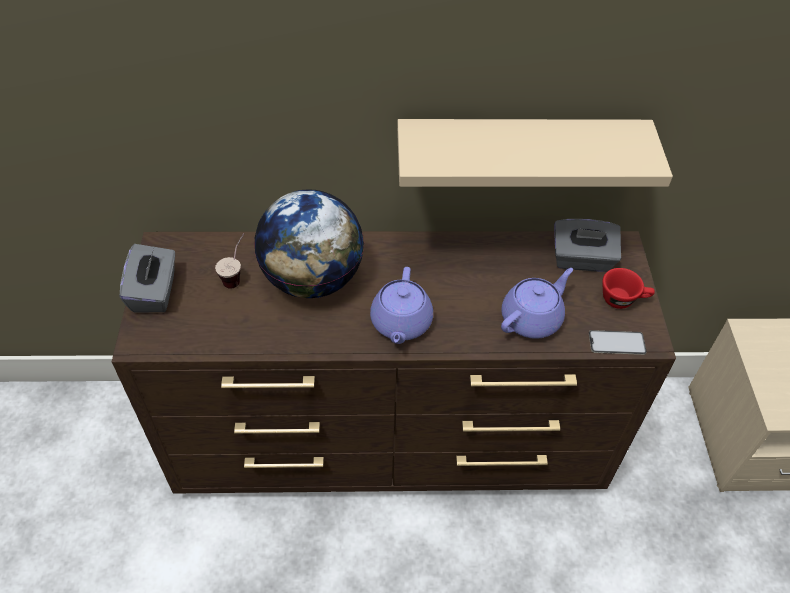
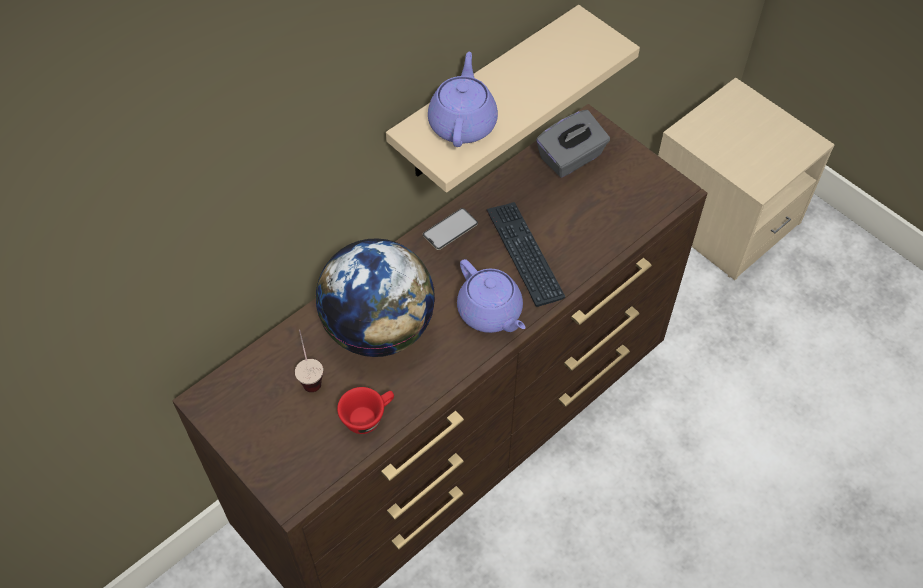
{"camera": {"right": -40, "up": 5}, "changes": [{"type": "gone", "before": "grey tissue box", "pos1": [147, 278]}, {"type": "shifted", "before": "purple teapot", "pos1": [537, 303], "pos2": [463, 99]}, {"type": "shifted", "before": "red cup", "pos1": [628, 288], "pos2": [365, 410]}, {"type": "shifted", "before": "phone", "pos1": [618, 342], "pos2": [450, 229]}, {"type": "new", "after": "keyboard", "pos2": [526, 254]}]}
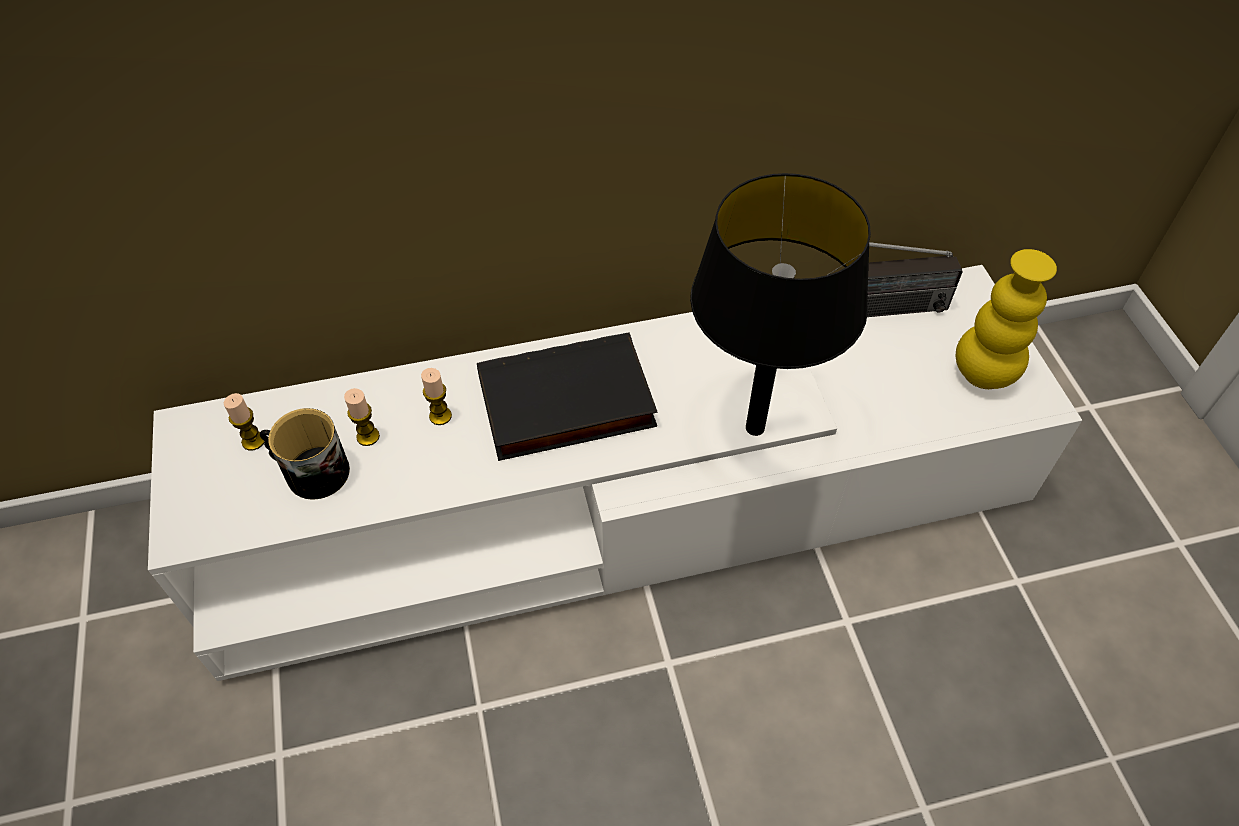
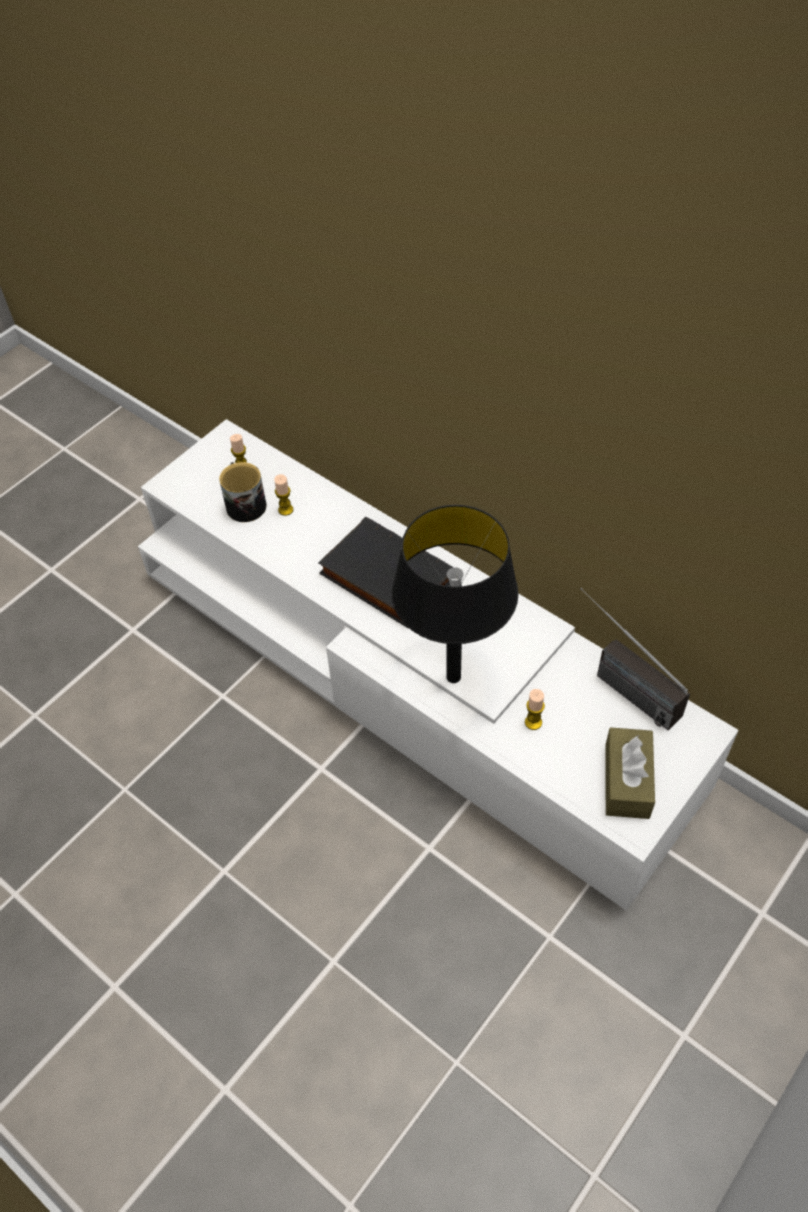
{"camera": {"right": 55, "up": 0}, "changes": [{"type": "swapped", "before": "yellow vase", "after": "brown tissue box", "pos1": [1006, 319], "pos2": [630, 773]}, {"type": "shifted", "before": "candle", "pos1": [436, 396], "pos2": [535, 709]}]}
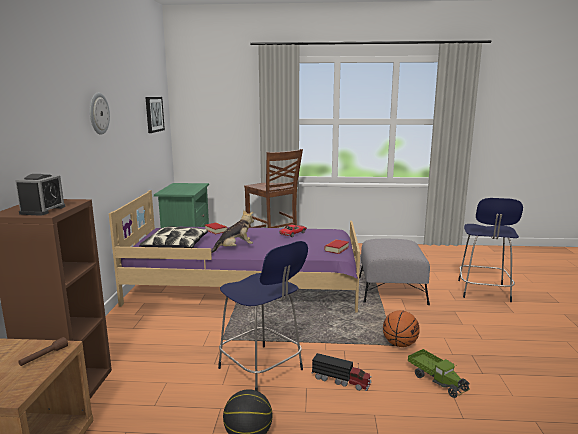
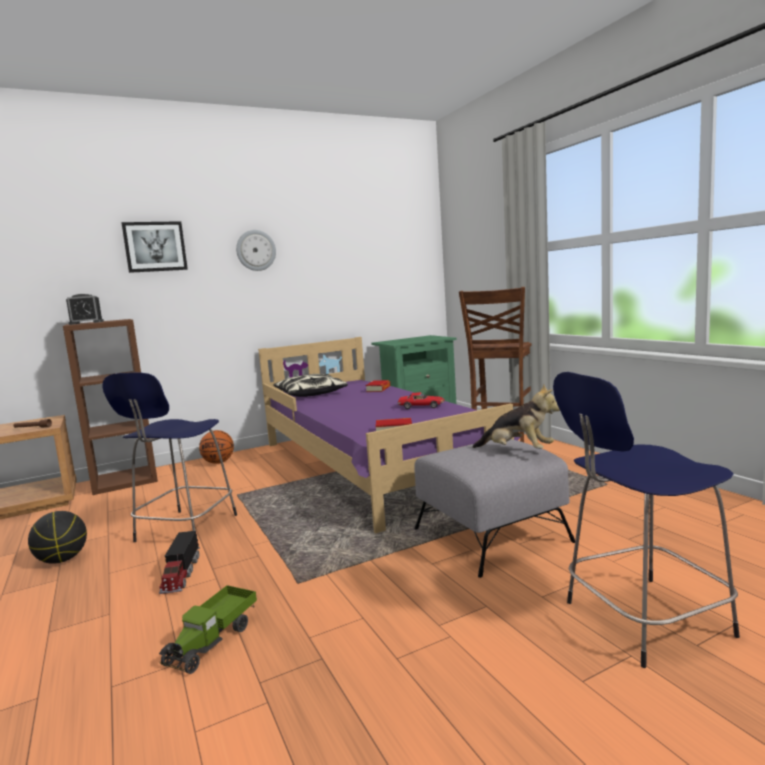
{"camera": {"right": 60, "up": -5}, "changes": [{"type": "shifted", "before": "picture", "pos1": [155, 115], "pos2": [155, 247]}, {"type": "shifted", "before": "plush toy", "pos1": [232, 231], "pos2": [516, 416]}, {"type": "shifted", "before": "basketball", "pos1": [401, 328], "pos2": [216, 447]}]}
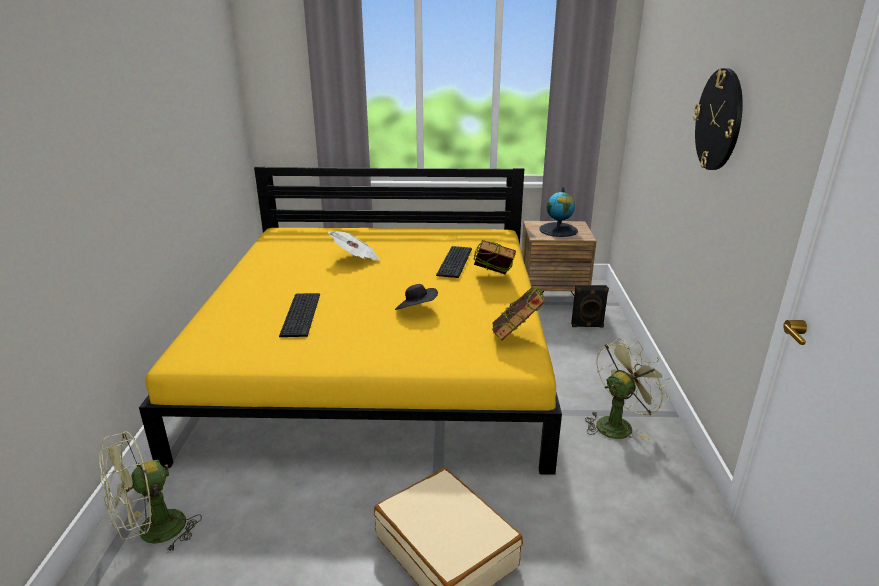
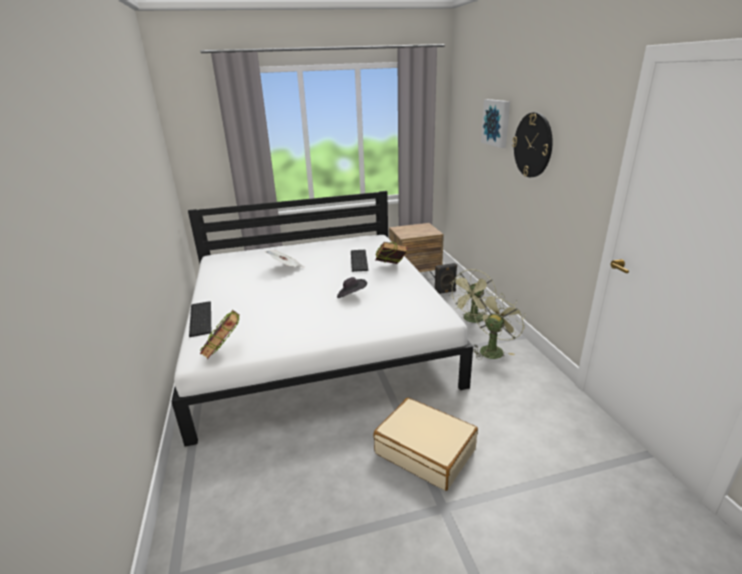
{"camera": {"right": -15, "up": 0}, "changes": [{"type": "repainted", "before": "yellow bed", "after": "white bed", "pos1": [350, 320], "pos2": [322, 319]}, {"type": "gone", "before": "globe", "pos1": [558, 212]}, {"type": "shifted", "before": "book", "pos1": [518, 314], "pos2": [220, 334]}, {"type": "shifted", "before": "keyboard", "pos1": [299, 315], "pos2": [200, 319]}, {"type": "shifted", "before": "green fan", "pos1": [150, 492], "pos2": [472, 296]}, {"type": "new", "after": "picture", "pos2": [495, 123]}]}
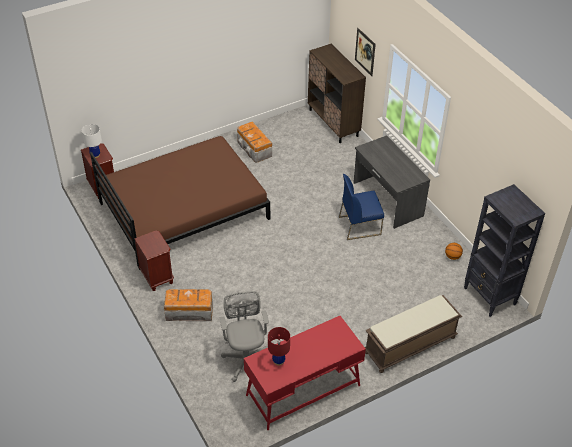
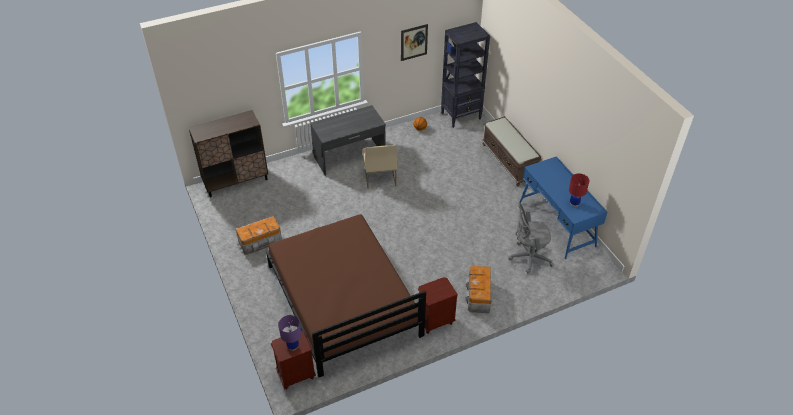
{"camera": {"right": -85, "up": 0}, "changes": [{"type": "shifted", "before": "picture", "pos1": [365, 52], "pos2": [414, 42]}, {"type": "repainted", "before": "white table lamp", "after": "purple table lamp", "pos1": [92, 141], "pos2": [289, 333]}, {"type": "repainted", "before": "blue chair", "after": "beige chair", "pos1": [361, 207], "pos2": [380, 166]}, {"type": "repainted", "before": "red desk", "after": "blue desk", "pos1": [305, 373], "pos2": [563, 208]}]}
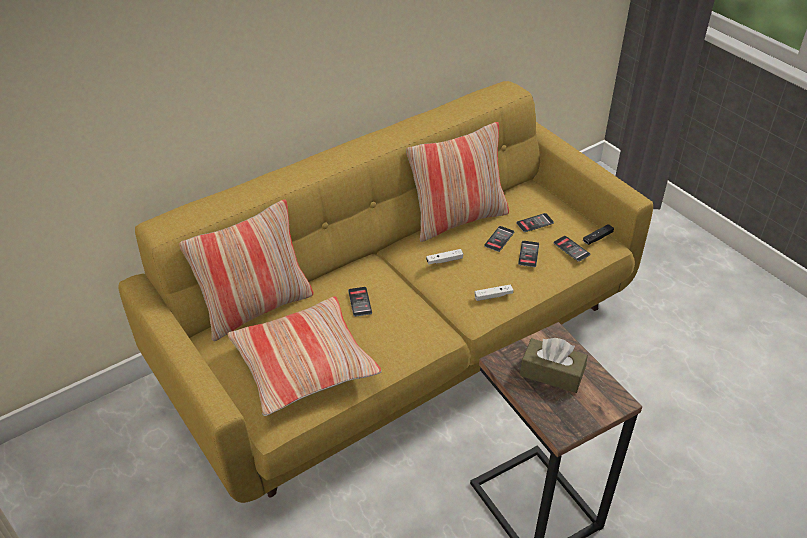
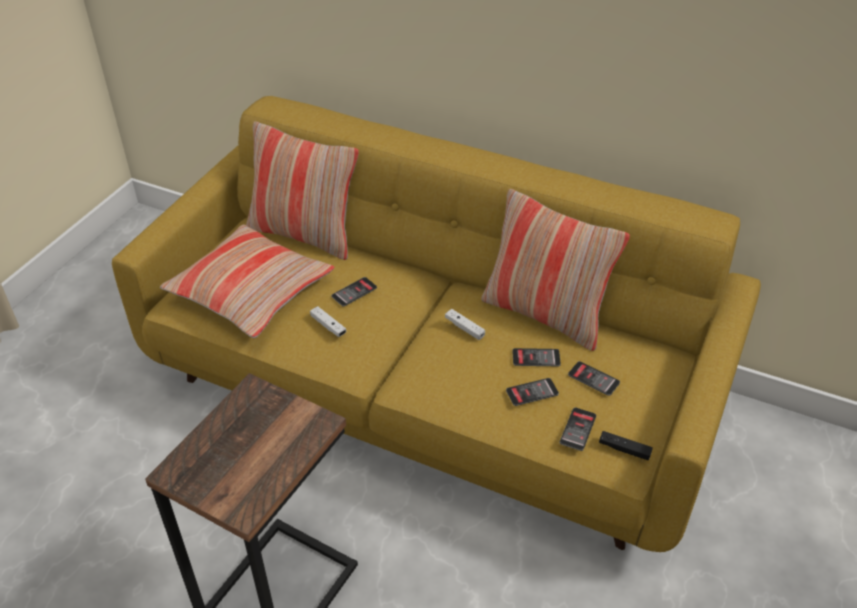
{"camera": {"right": 60, "up": 0}, "changes": [{"type": "shifted", "before": "white game controller", "pos1": [494, 292], "pos2": [328, 321]}, {"type": "gone", "before": "brown tissue box", "pos1": [554, 365]}]}
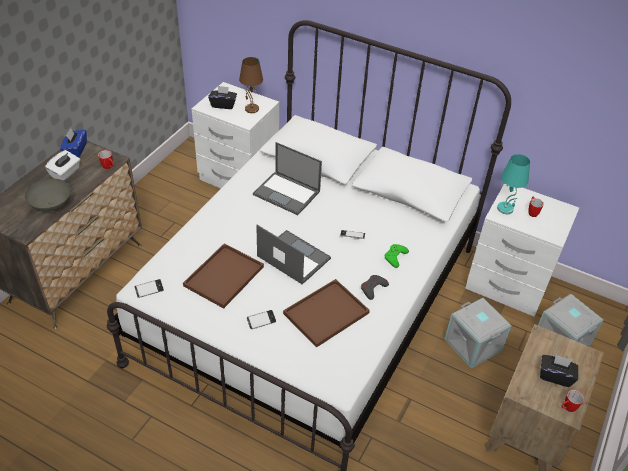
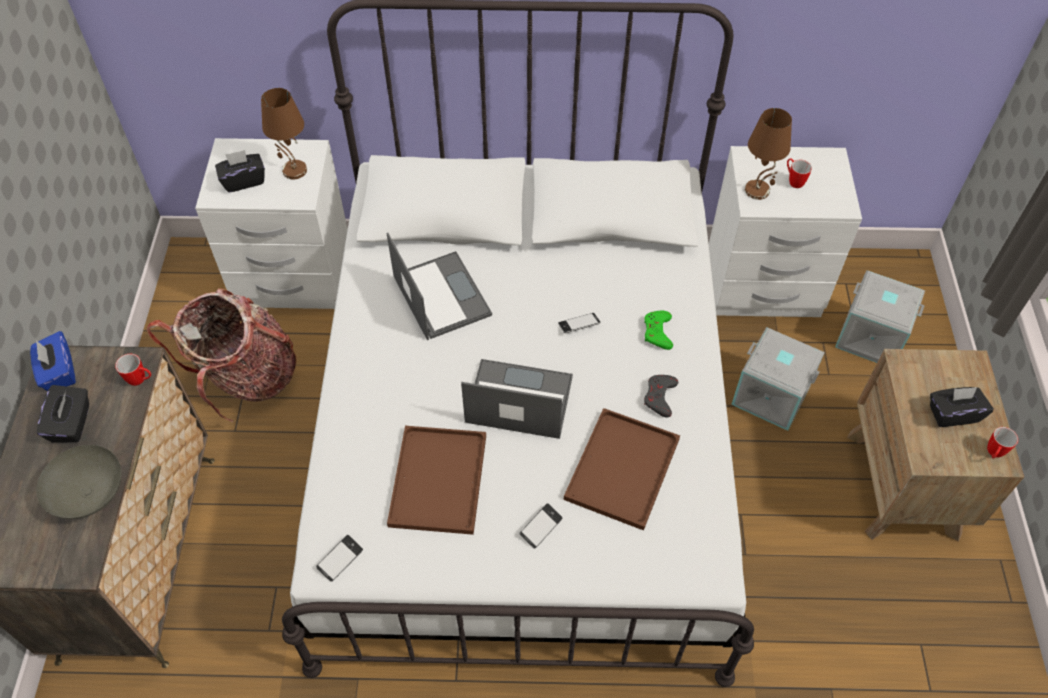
{"camera": {"right": -25, "up": 10}, "changes": [{"type": "rotated", "before": "laptop", "pos1": [287, 178], "pos2": [439, 286], "turn": -120}, {"type": "repainted", "before": "white tissue box", "after": "black tissue box", "pos1": [62, 165], "pos2": [63, 414]}, {"type": "repainted", "before": "turquoise table lamp", "after": "brown table lamp", "pos1": [513, 184], "pos2": [768, 154]}, {"type": "new", "after": "backpack", "pos2": [221, 355]}]}
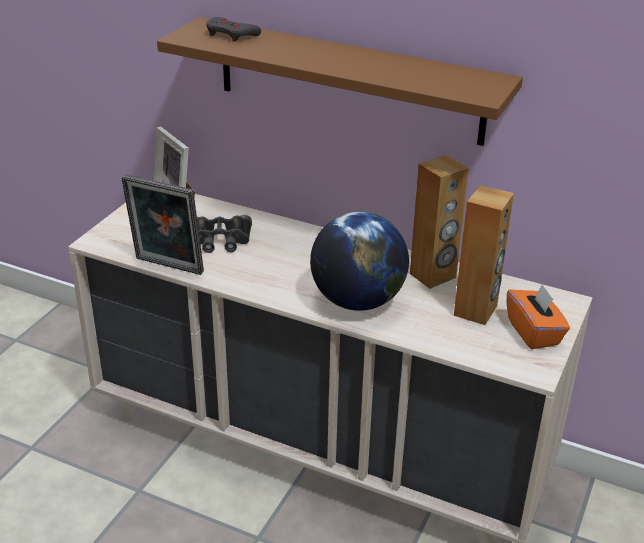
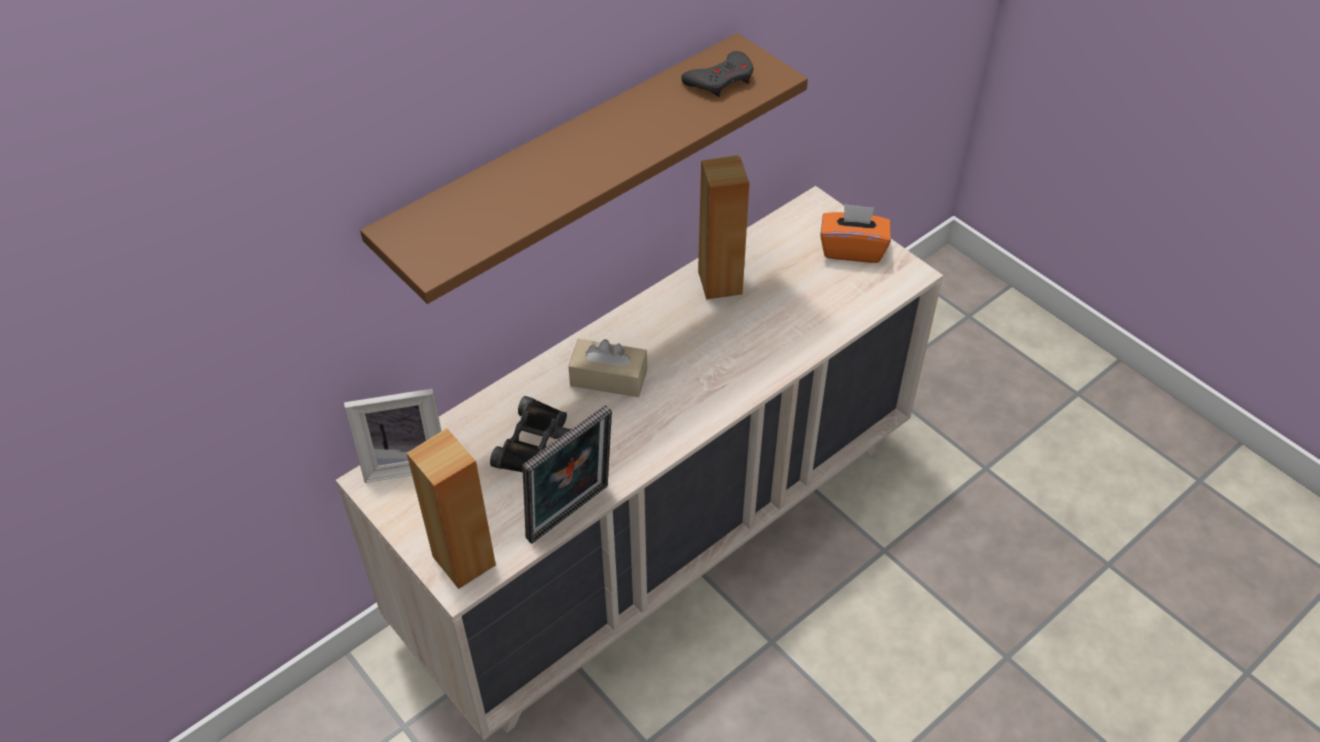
{"camera": {"right": -65, "up": 15}, "changes": [{"type": "shifted", "before": "grey game controller", "pos1": [233, 29], "pos2": [717, 74]}, {"type": "shifted", "before": "brown speaker", "pos1": [484, 255], "pos2": [451, 508]}, {"type": "gone", "before": "globe", "pos1": [359, 261]}, {"type": "new", "after": "beige tissue box", "pos2": [607, 368]}]}
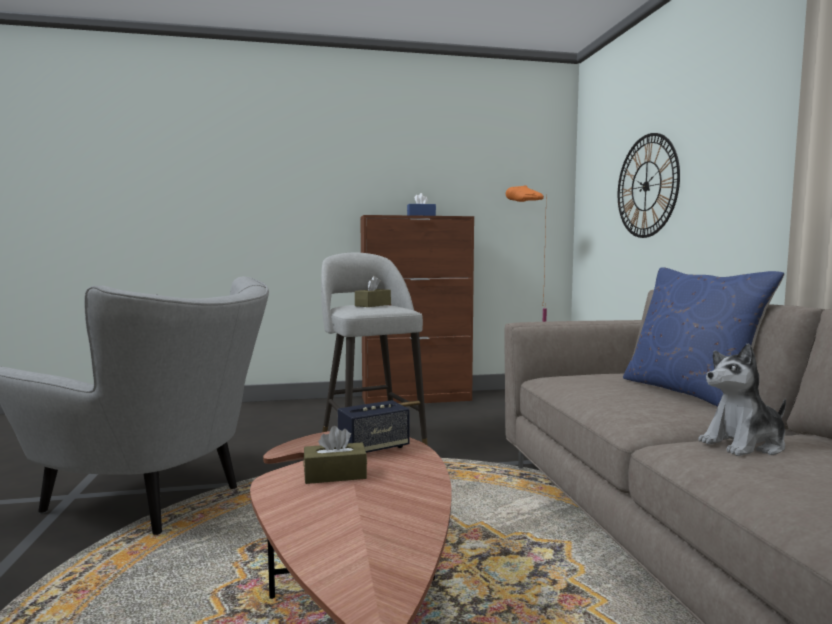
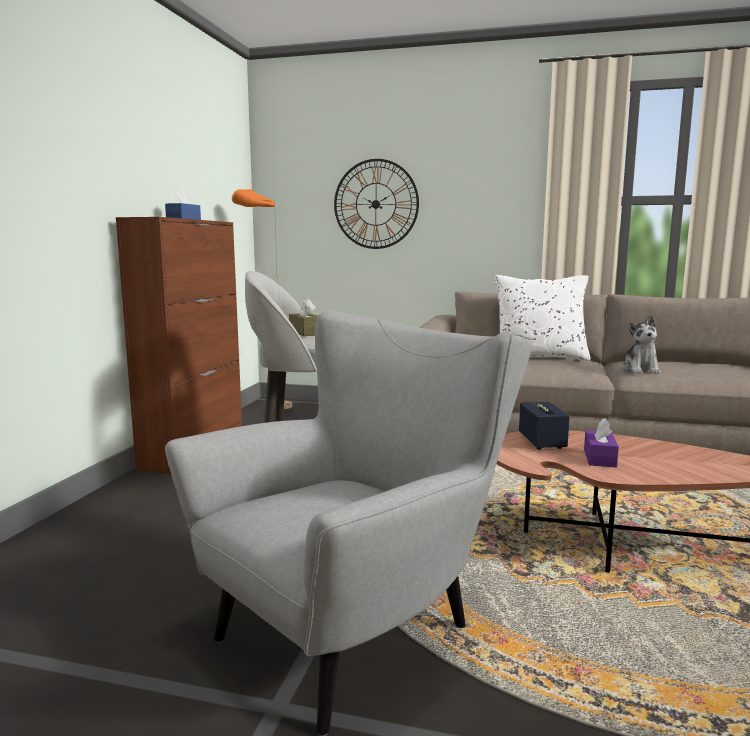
{"camera": {"right": -65, "up": 5}, "changes": [{"type": "repainted", "before": "blue pillow", "after": "white pillow", "pos1": [704, 337], "pos2": [543, 317]}, {"type": "repainted", "before": "brown tissue box", "after": "purple tissue box", "pos1": [335, 455], "pos2": [601, 442]}]}
